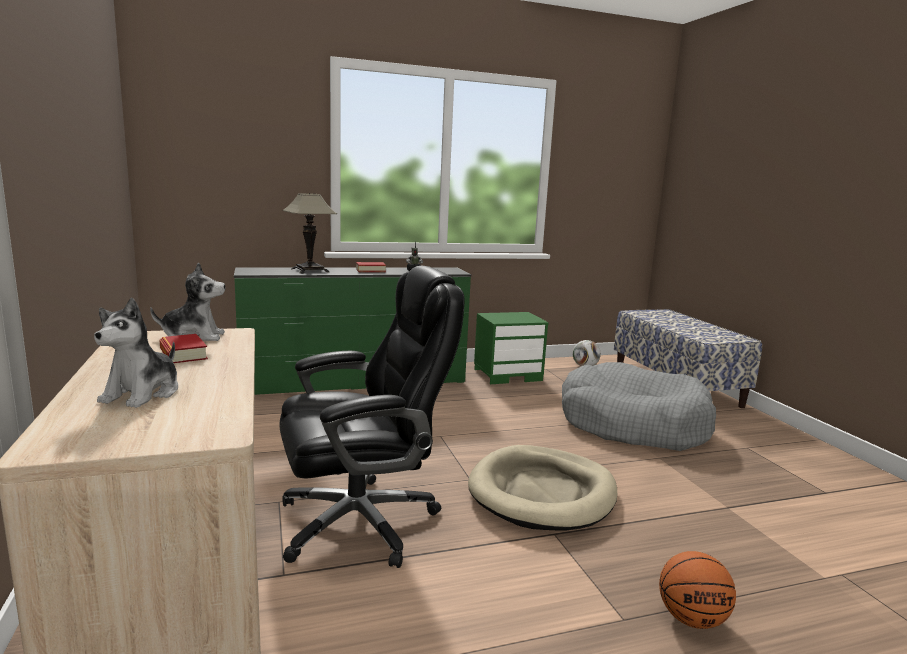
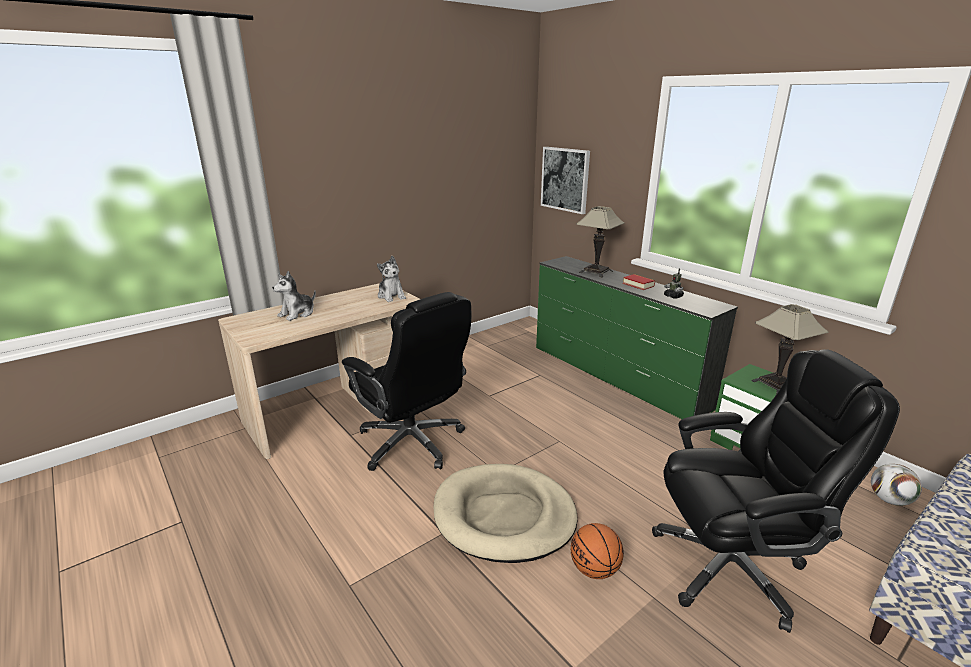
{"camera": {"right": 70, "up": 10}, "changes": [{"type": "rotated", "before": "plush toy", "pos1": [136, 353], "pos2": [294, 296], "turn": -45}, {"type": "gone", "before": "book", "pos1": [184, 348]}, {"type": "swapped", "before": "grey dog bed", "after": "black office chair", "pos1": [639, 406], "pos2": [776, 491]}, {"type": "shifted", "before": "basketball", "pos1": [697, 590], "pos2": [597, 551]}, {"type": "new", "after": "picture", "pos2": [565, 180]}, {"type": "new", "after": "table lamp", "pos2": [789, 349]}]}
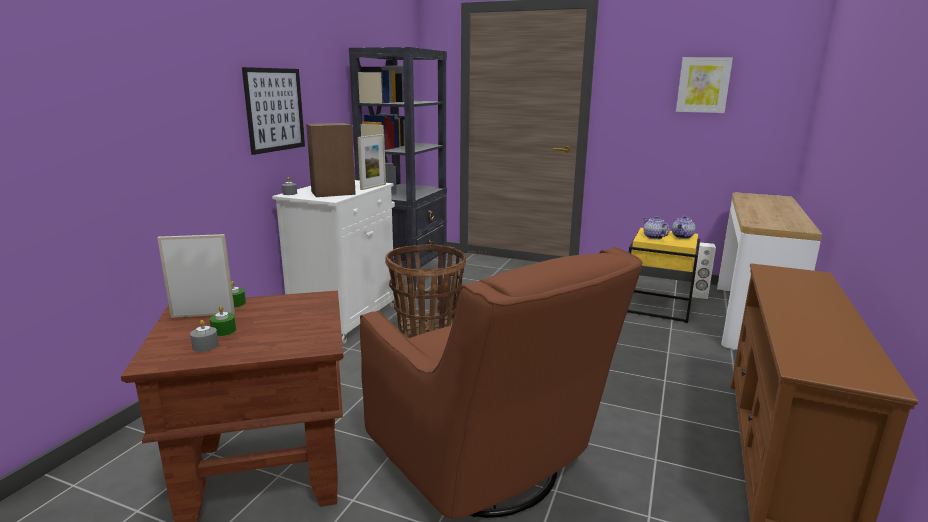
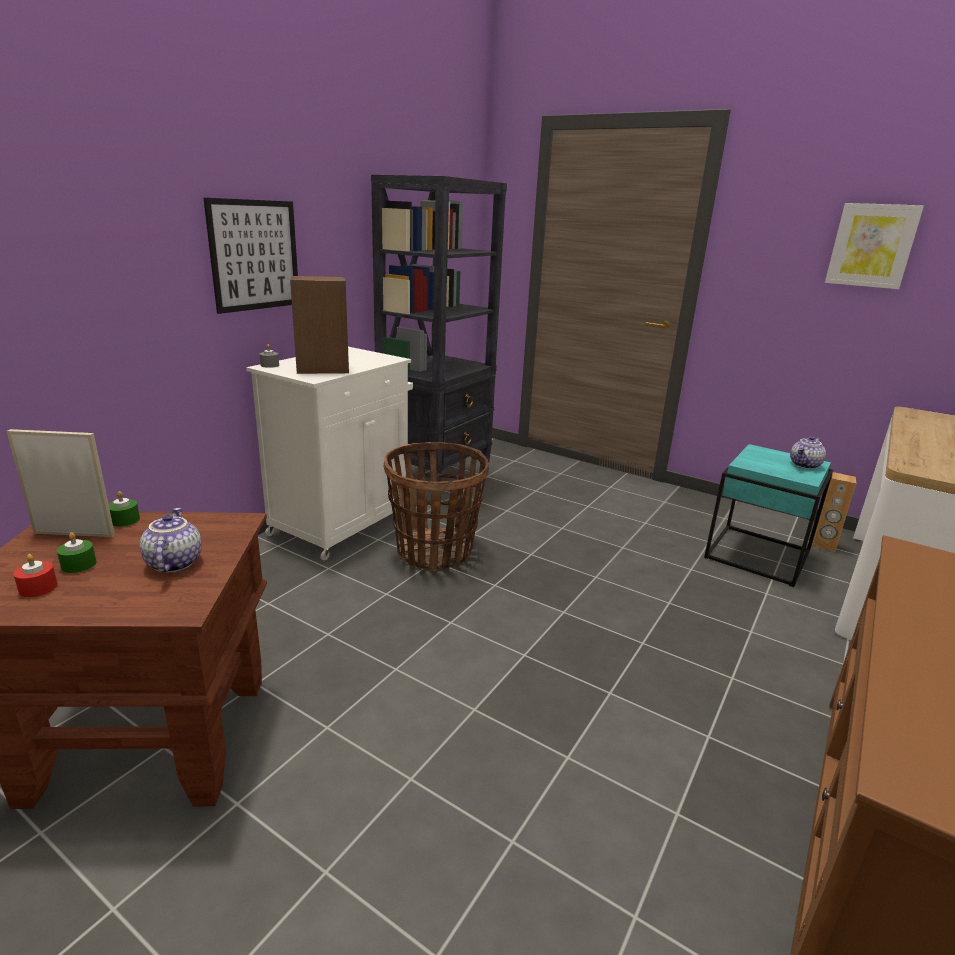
{"camera": {"right": 10, "up": 5}, "changes": [{"type": "gone", "before": "picture frame", "pos1": [372, 162]}, {"type": "shifted", "before": "teapot", "pos1": [656, 227], "pos2": [171, 540]}, {"type": "repainted", "before": "yellow side table", "after": "turquoise side table", "pos1": [663, 275], "pos2": [768, 515]}, {"type": "repainted", "before": "white speaker", "after": "brown speaker", "pos1": [704, 271], "pos2": [834, 512]}, {"type": "gone", "before": "brown armchair", "pos1": [501, 383]}, {"type": "repainted", "before": "grey candle", "after": "red candle", "pos1": [204, 336], "pos2": [35, 575]}]}
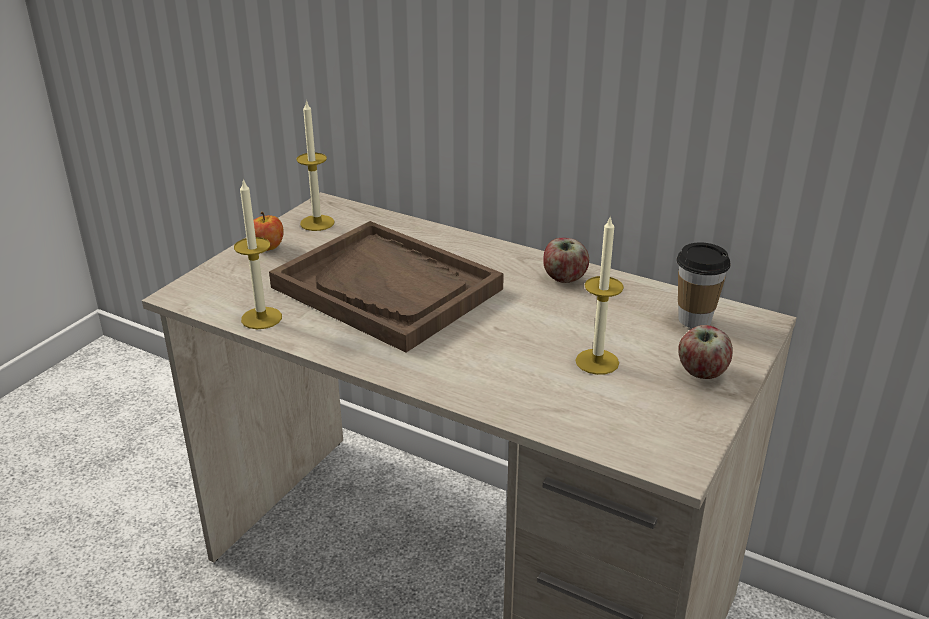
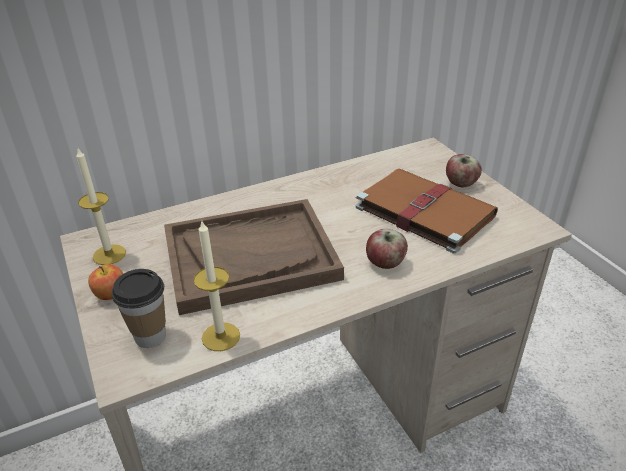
{"camera": {"right": -55, "up": 5}, "changes": [{"type": "swapped", "before": "candle", "after": "brown book", "pos1": [600, 295], "pos2": [427, 211]}, {"type": "shifted", "before": "apple", "pos1": [566, 260], "pos2": [387, 249]}, {"type": "shifted", "before": "cup", "pos1": [703, 285], "pos2": [139, 308]}]}
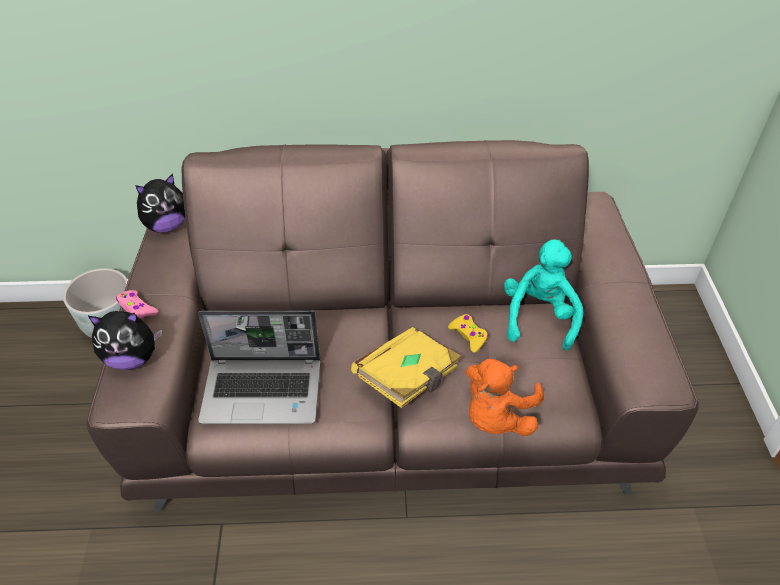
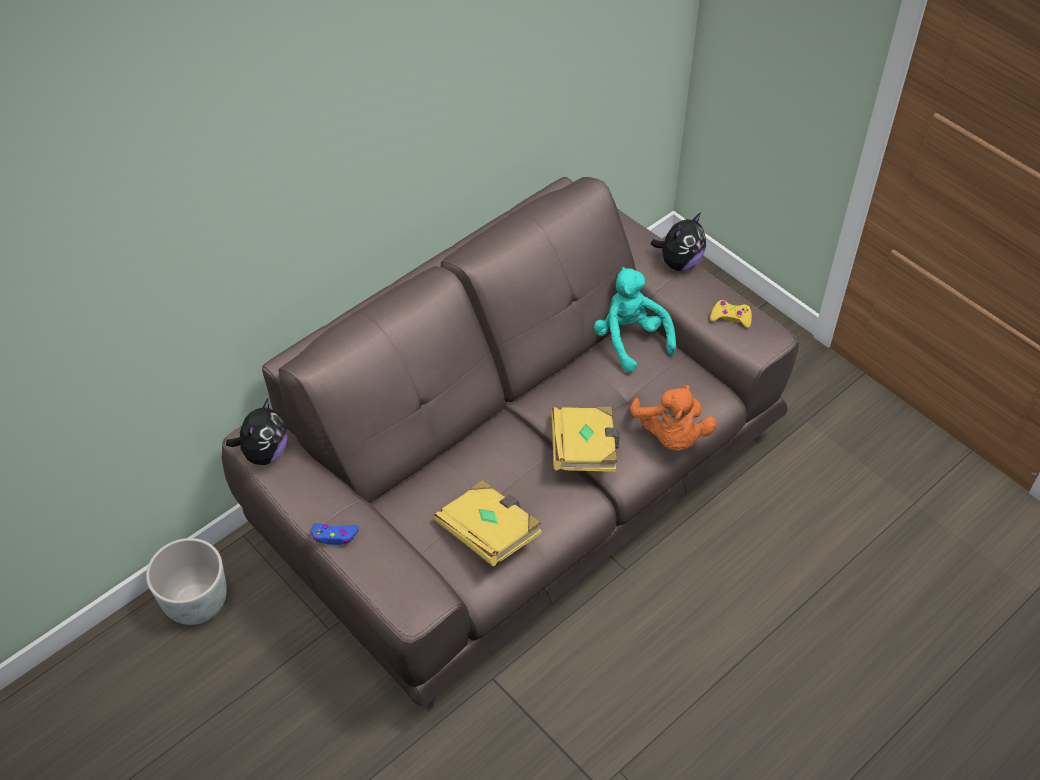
{"camera": {"right": -40, "up": 5}, "changes": [{"type": "repainted", "before": "pink game controller", "after": "blue game controller", "pos1": [137, 304], "pos2": [335, 534]}, {"type": "shifted", "before": "plush toy", "pos1": [125, 340], "pos2": [678, 241]}, {"type": "swapped", "before": "laptop", "after": "yellow book", "pos1": [259, 367], "pos2": [488, 523]}, {"type": "shifted", "before": "yellow game controller", "pos1": [468, 333], "pos2": [731, 314]}]}
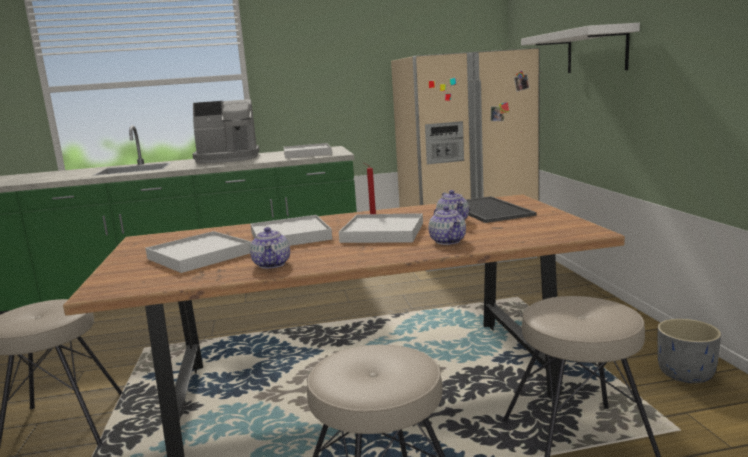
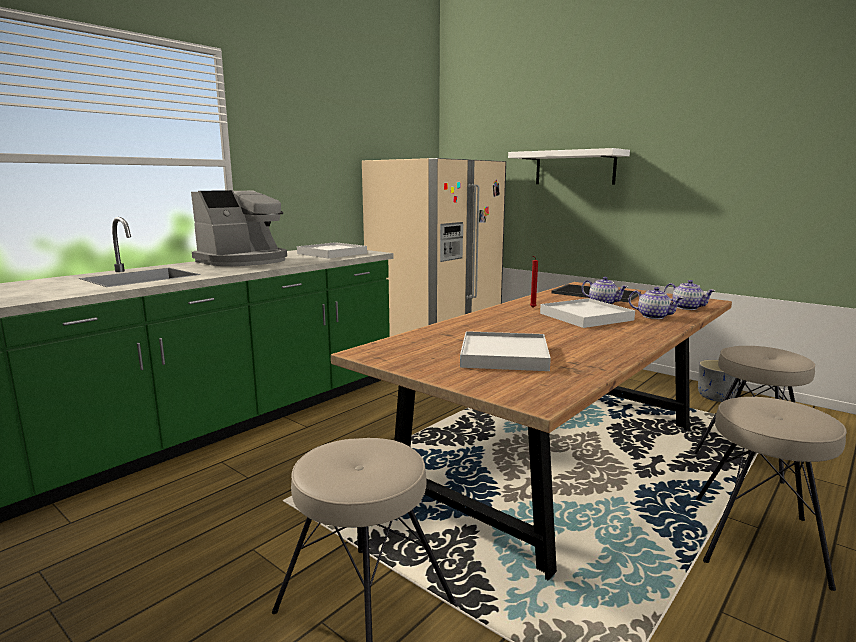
{"camera": {"right": -40, "up": 0}, "changes": [{"type": "gone", "before": "white tray", "pos1": [291, 230]}, {"type": "shifted", "before": "teapot", "pos1": [270, 248], "pos2": [689, 295]}]}
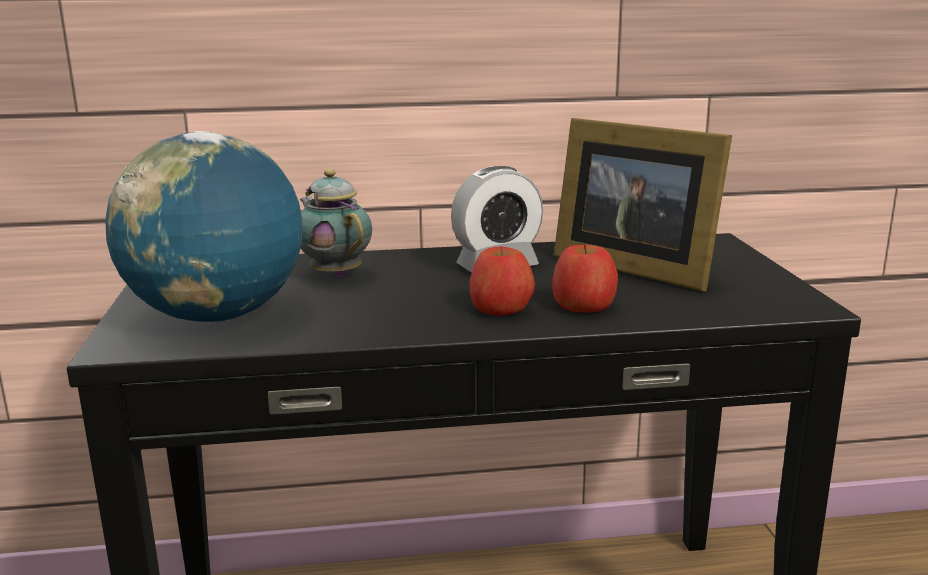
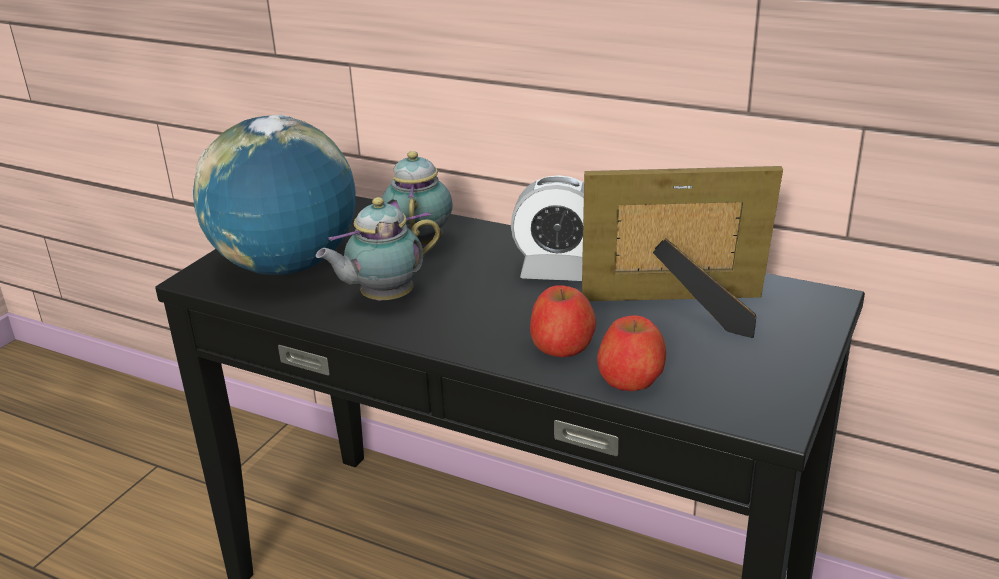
{"camera": {"right": 35, "up": 10}, "changes": [{"type": "rotated", "before": "picture frame", "pos1": [643, 204], "pos2": [682, 252], "turn": 105}, {"type": "shifted", "before": "apple", "pos1": [502, 281], "pos2": [631, 353]}, {"type": "new", "after": "teapot", "pos2": [378, 249]}]}
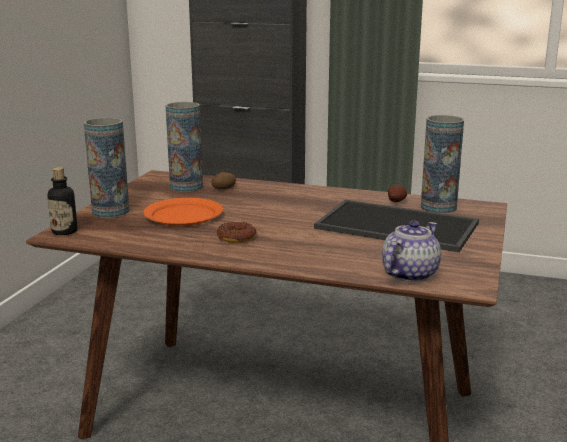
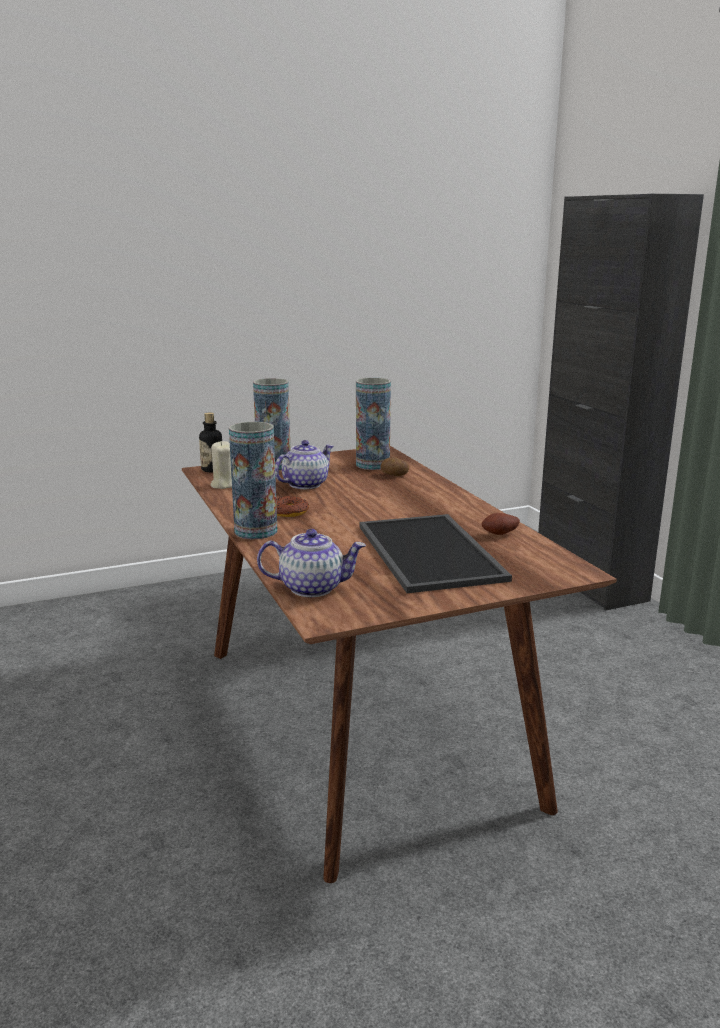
{"camera": {"right": 50, "up": 0}, "changes": [{"type": "shifted", "before": "vase", "pos1": [442, 164], "pos2": [253, 480]}, {"type": "swapped", "before": "orange plate", "after": "teapot", "pos1": [183, 212], "pos2": [304, 464]}, {"type": "new", "after": "beige candle", "pos2": [221, 465]}]}
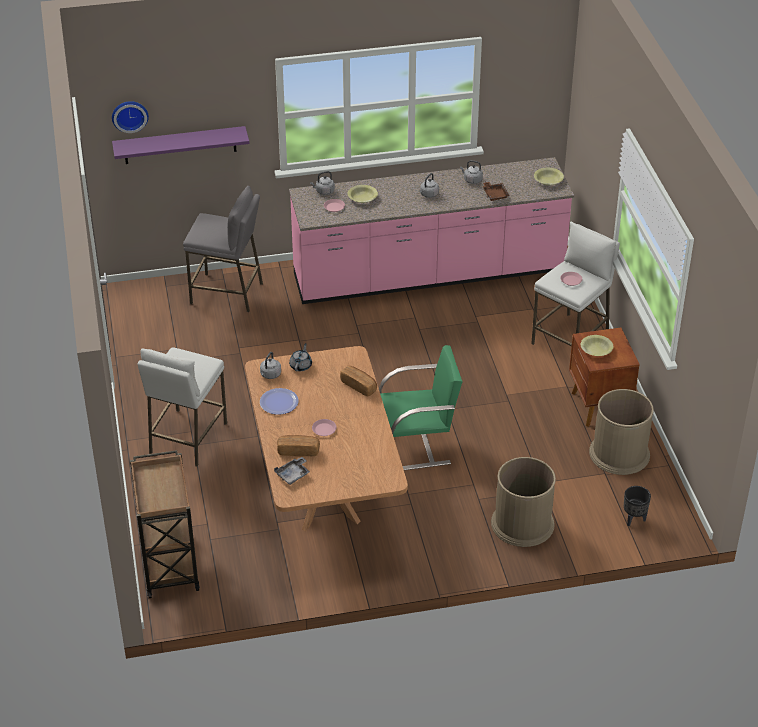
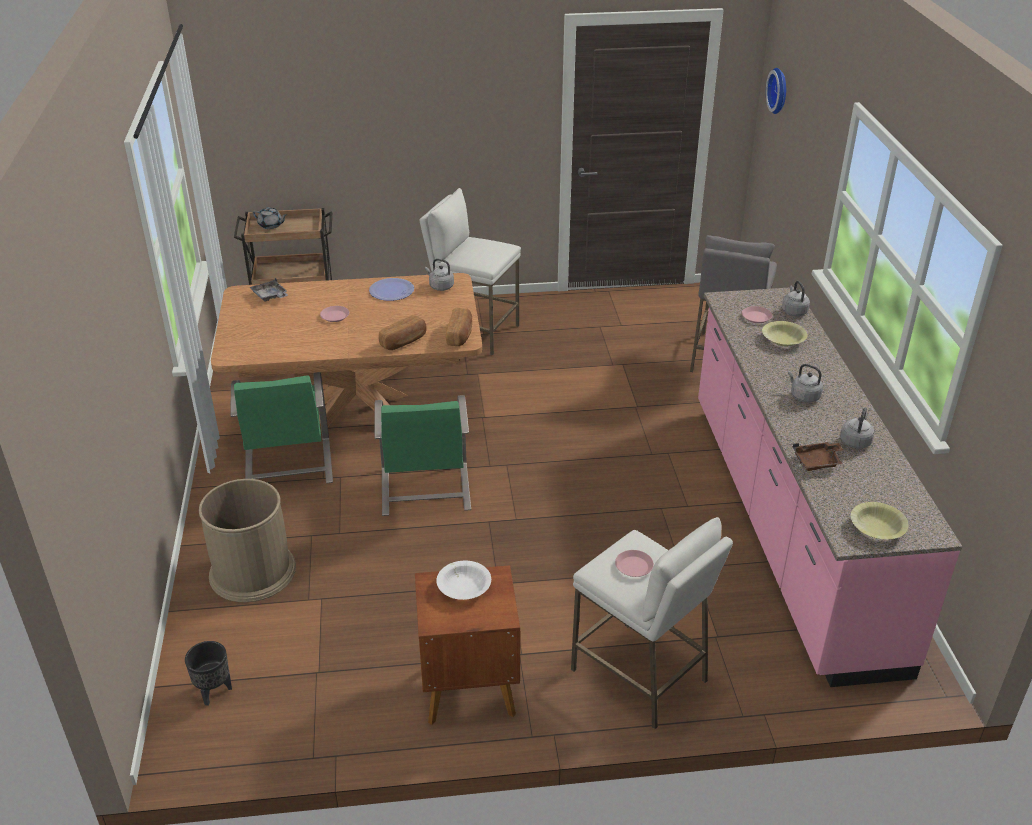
{"camera": {"right": 95, "up": -5}, "changes": [{"type": "gone", "before": "purple shelf", "pos1": [180, 145]}, {"type": "repainted", "before": "yellow bowl", "after": "white bowl", "pos1": [597, 345], "pos2": [463, 580]}, {"type": "shifted", "before": "grey teapot", "pos1": [300, 357], "pos2": [270, 218]}, {"type": "gone", "before": "brown trash can", "pos1": [621, 432]}, {"type": "shifted", "before": "bread", "pos1": [298, 445], "pos2": [459, 327]}, {"type": "new", "after": "green chair", "pos2": [281, 427]}]}
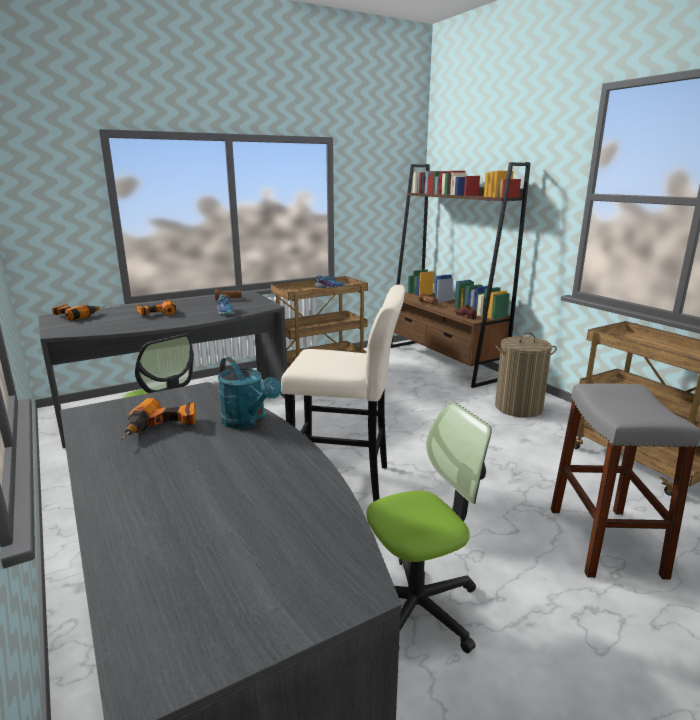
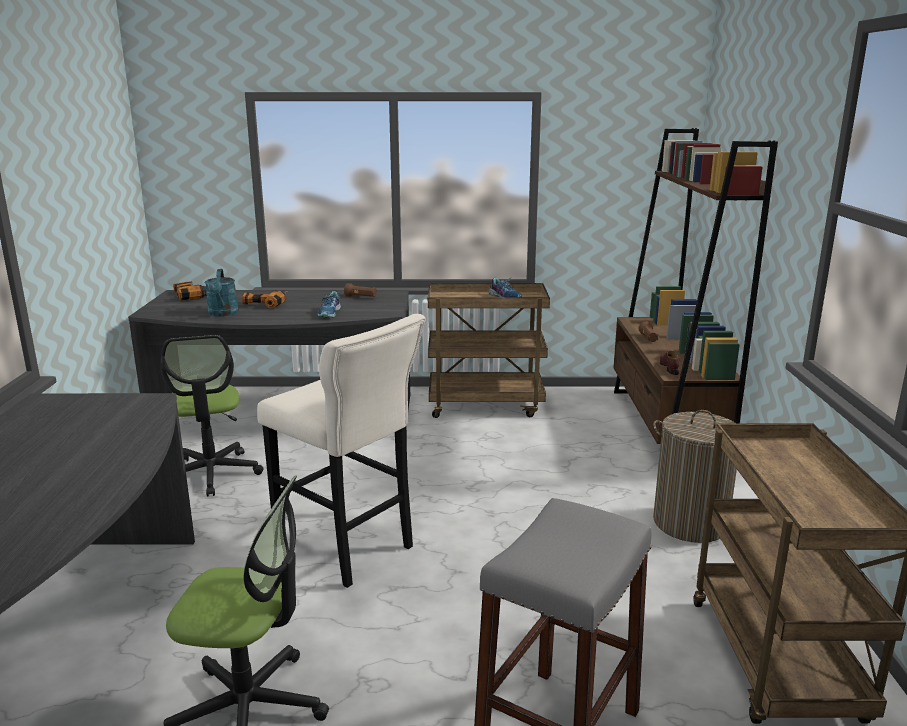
{"camera": {"right": 30, "up": 0}, "changes": [{"type": "shifted", "before": "turquoise watering can", "pos1": [249, 393], "pos2": [222, 293]}, {"type": "gone", "before": "power drill", "pos1": [158, 419]}]}
